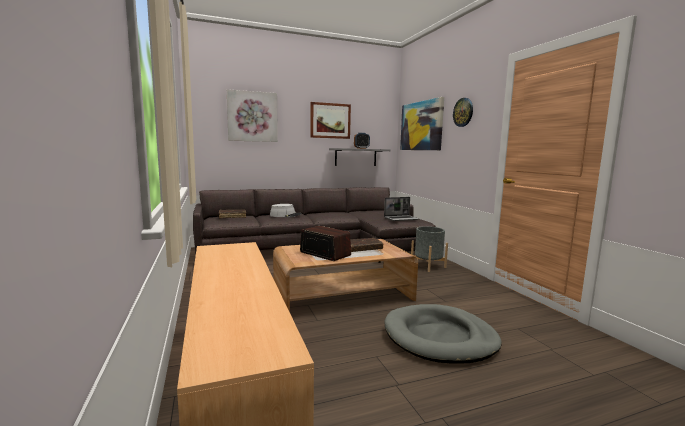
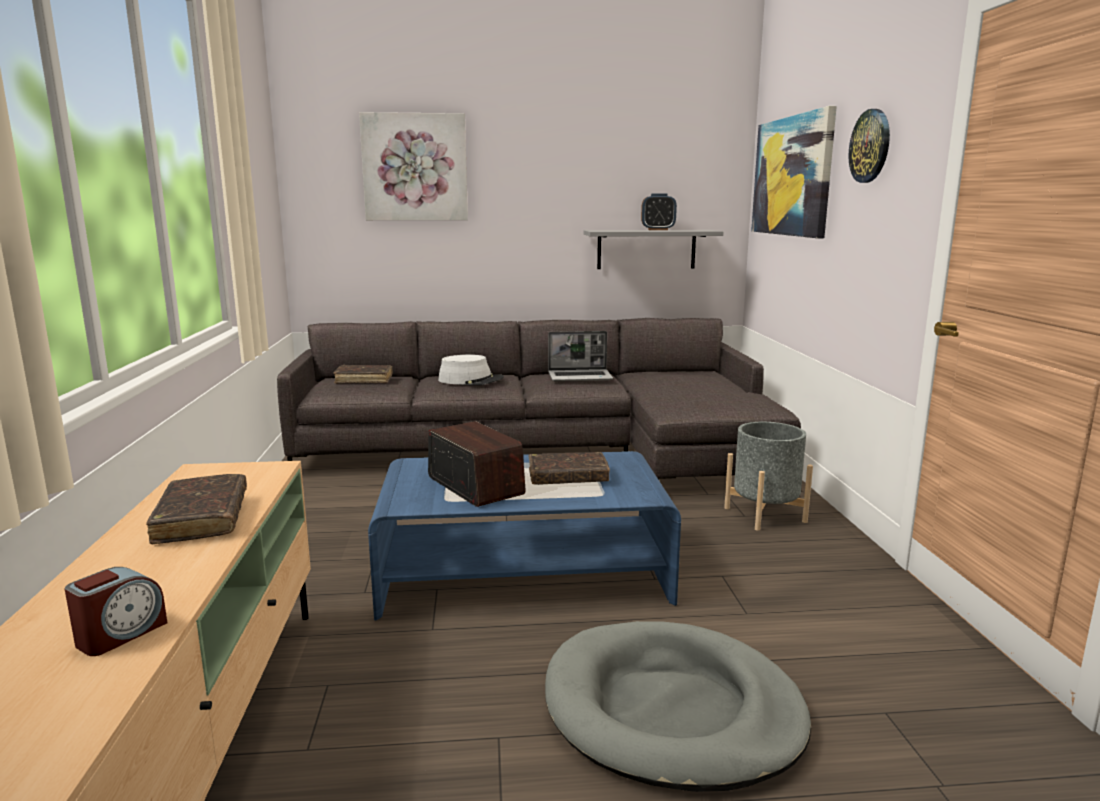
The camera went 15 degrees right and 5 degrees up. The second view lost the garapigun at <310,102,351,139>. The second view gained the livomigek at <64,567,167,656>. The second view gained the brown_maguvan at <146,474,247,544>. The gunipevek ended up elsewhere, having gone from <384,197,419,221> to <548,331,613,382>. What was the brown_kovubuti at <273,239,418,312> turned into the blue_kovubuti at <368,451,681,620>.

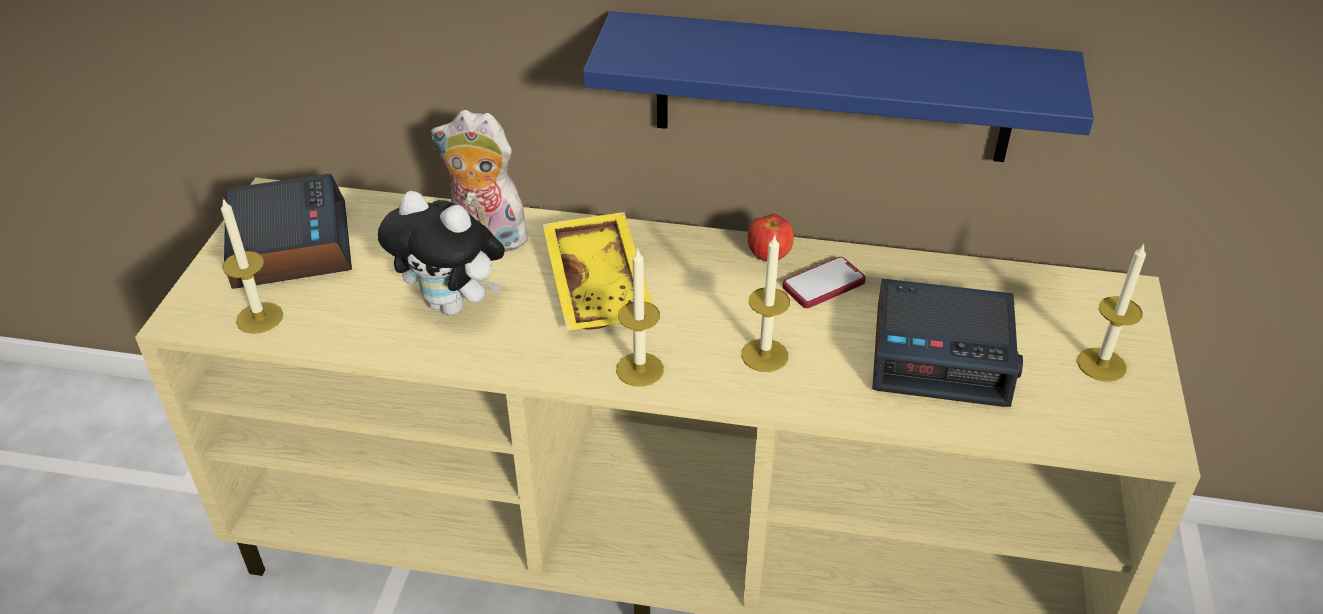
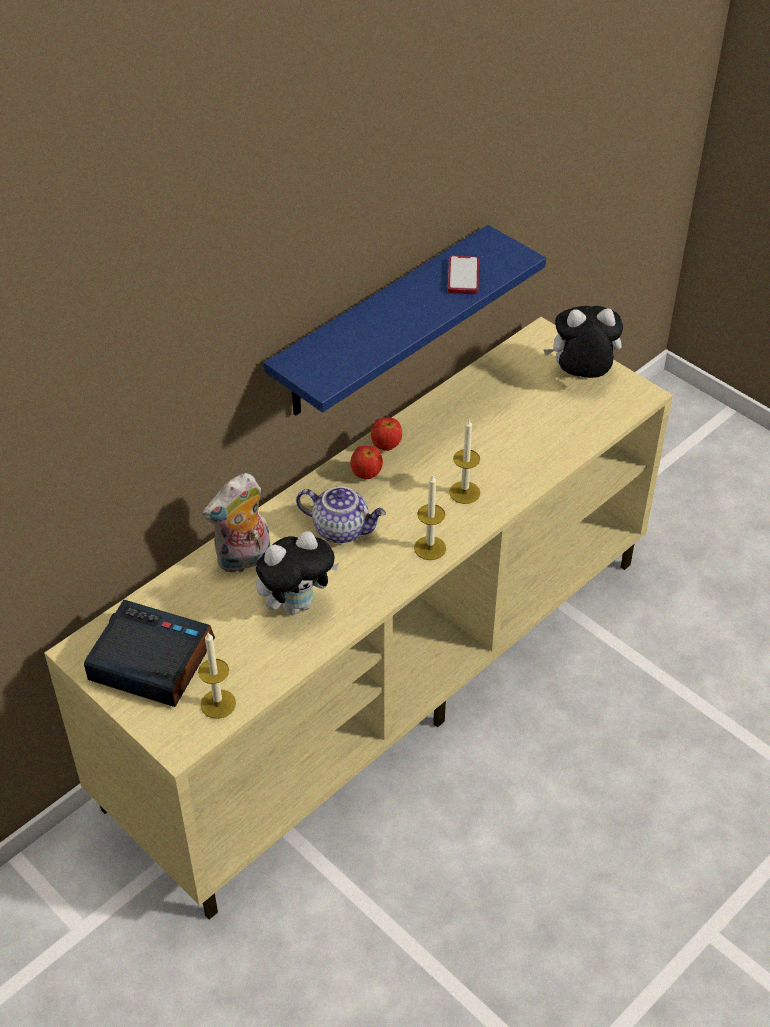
The camera went 55 degrees left and 5 degrees up. The second view lost the livomigek at <872,279,1023,407>. The second view gained the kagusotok at <350,446,383,480>. The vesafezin ended up elsewhere, having gone from <783,257,866,308> to <448,256,479,294>. Where the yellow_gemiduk stood at <543,212,652,331>, the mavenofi came to stand at <296,486,386,543>. Where the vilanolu stood at <1077,243,1146,382>, the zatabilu came to stand at <543,306,623,378>.

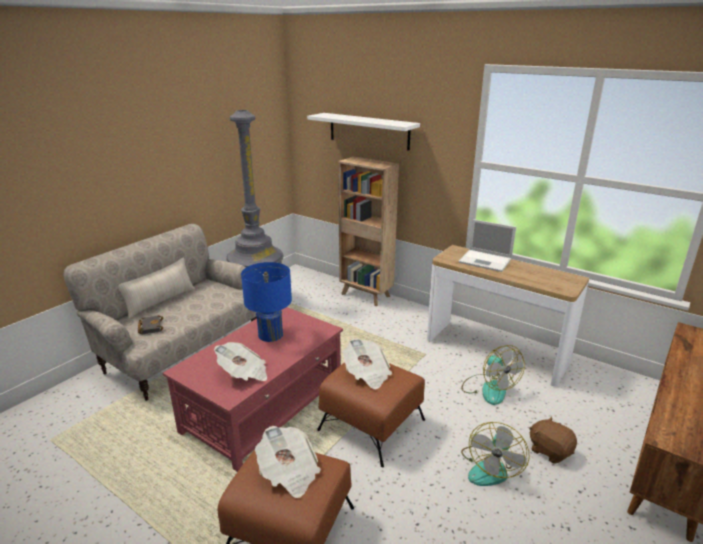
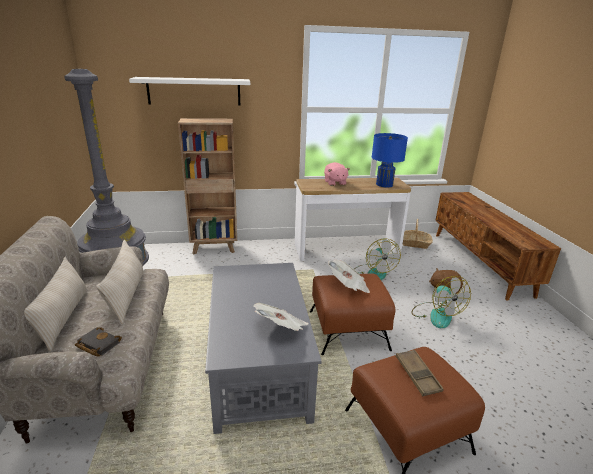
The camera went 45 degrees left and 0 degrees up. The second view gained the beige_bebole at <96,240,144,324>. The second view gained the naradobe at <402,219,433,249>. The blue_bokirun ended up elsewhere, having gone from <241,262,292,342> to <372,133,408,187>. Where the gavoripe stood at <255,426,321,498>, the brown_gemiduk came to stand at <396,350,444,396>. Where the gunipevek stood at <458,219,516,272>, the pink_zatabilu came to stand at <324,162,350,186>. What was the red_kovubuti at <163,307,343,472> turned into the grey_kovubuti at <205,263,322,434>. The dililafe at <461,345,525,405> ended up facing another way, 60 degrees clockwise from before.

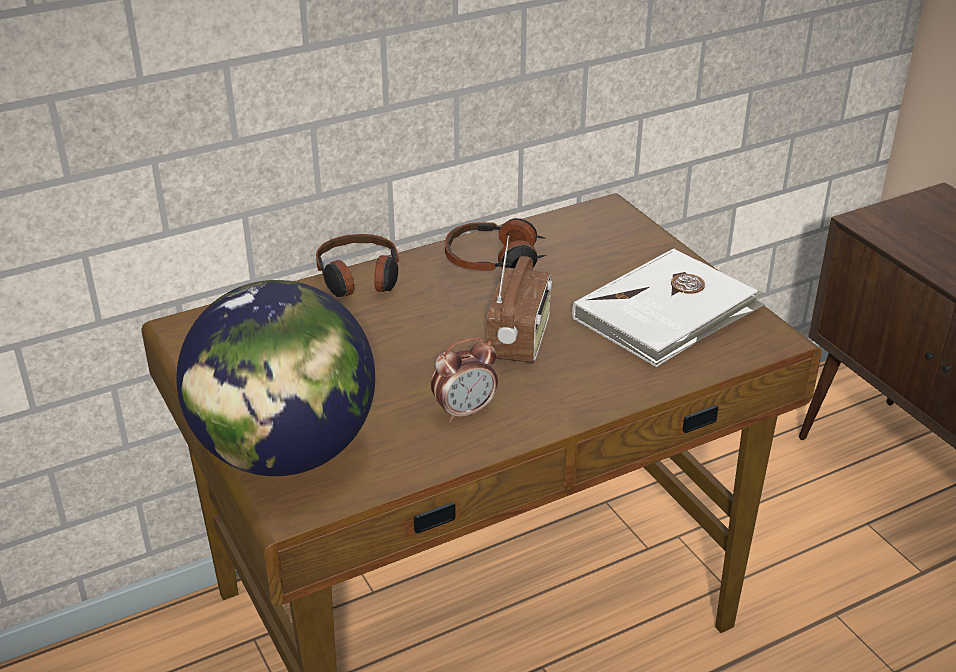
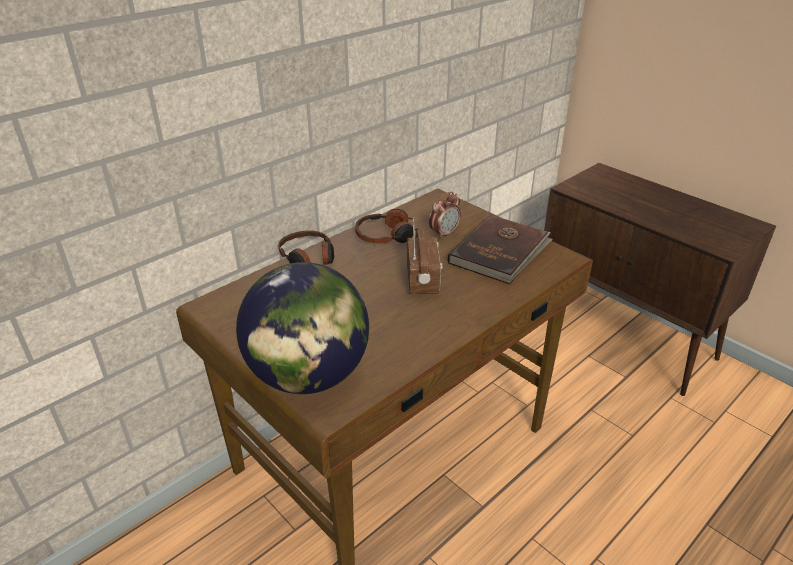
The camera went 15 degrees left and 0 degrees up. The livomigek ended up elsewhere, having gone from <431,337,498,422> to <429,192,461,239>. What was the white_maguvan at <572,249,765,367> turned into the brown_maguvan at <448,215,553,284>.

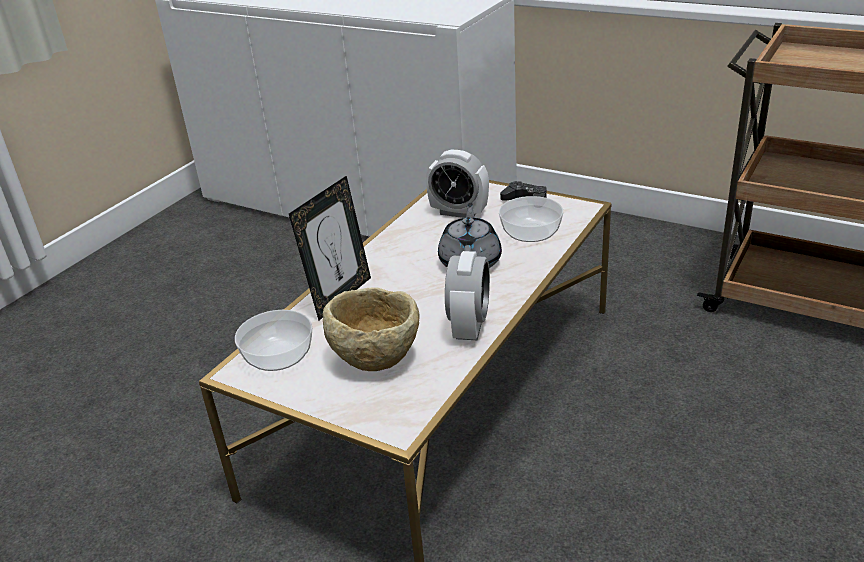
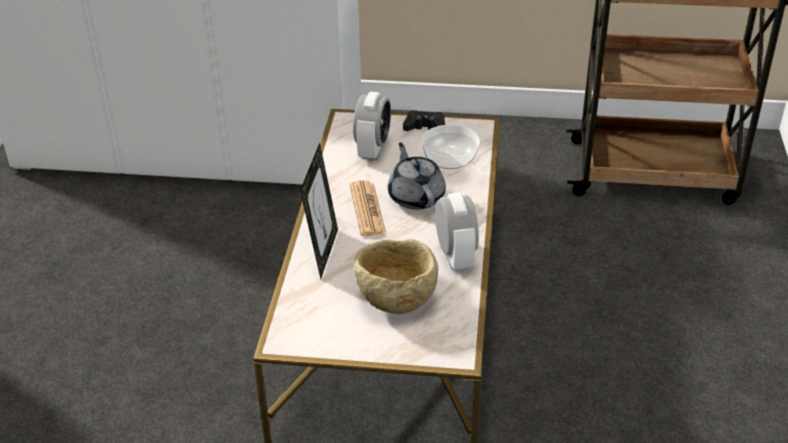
The camera went 25 degrees left and 5 degrees up. The second view lost the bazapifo at <235,310,312,371>. The second view gained the gavoripe at <350,180,386,236>. The livomigek at <426,150,489,218> ended up facing another way, 75 degrees counterclockwise from before.

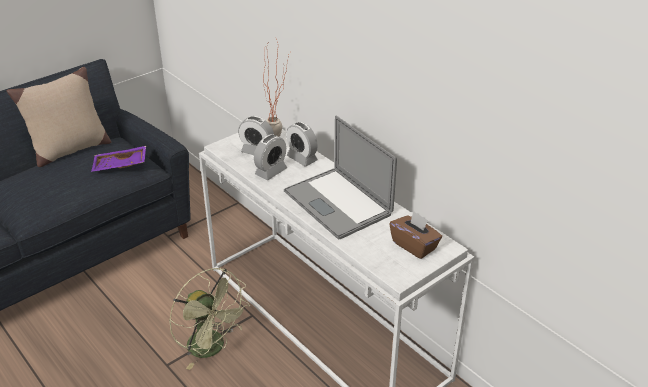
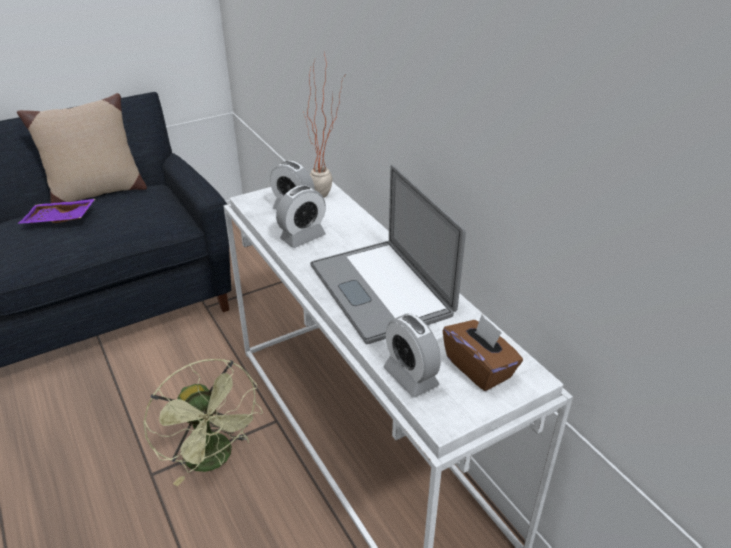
The camera went 10 degrees right and 0 degrees up. The purple_gemiduk ended up elsewhere, having gone from <91,146,146,172> to <18,199,95,224>. The livomigek ended up elsewhere, having gone from <286,122,318,166> to <384,313,441,398>.

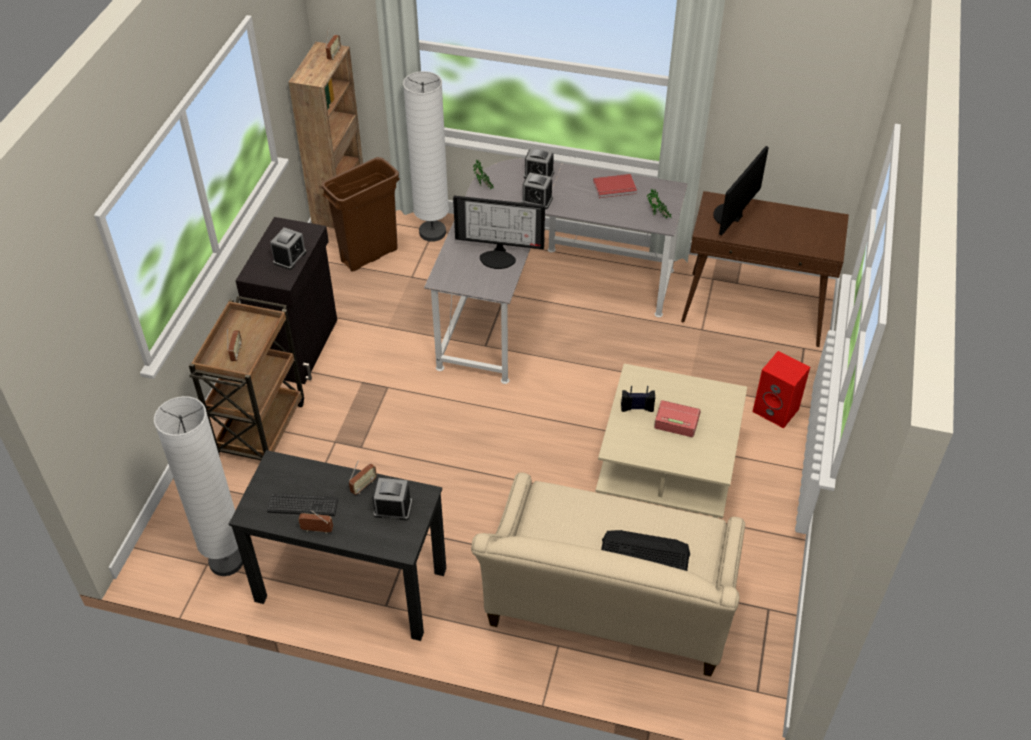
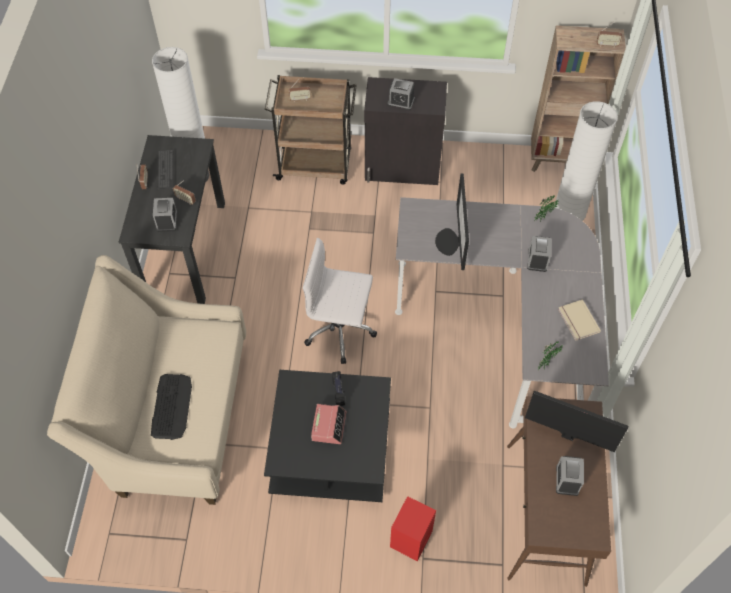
The camera went 80 degrees right and 10 degrees up. The second view lost the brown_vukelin at <322,157,400,272>. The second view gained the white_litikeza at <303,238,377,364>. The livomigek ended up elsewhere, having gone from <523,147,554,179> to <556,456,584,496>. What was the red_maguvan at <593,174,637,198> turned into the beige_maguvan at <558,299,601,341>. What was the beige_kovubuti at <595,364,747,518> turned into the black_kovubuti at <264,370,391,502>.

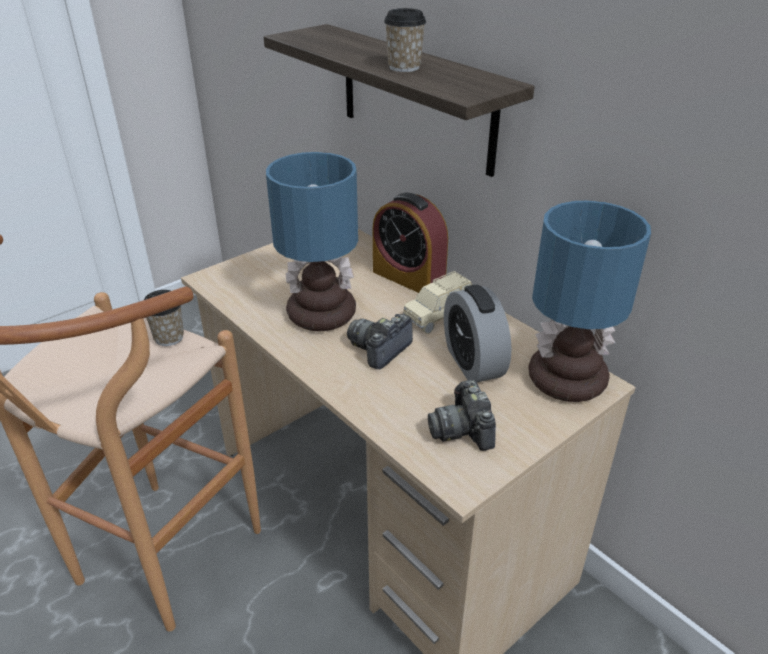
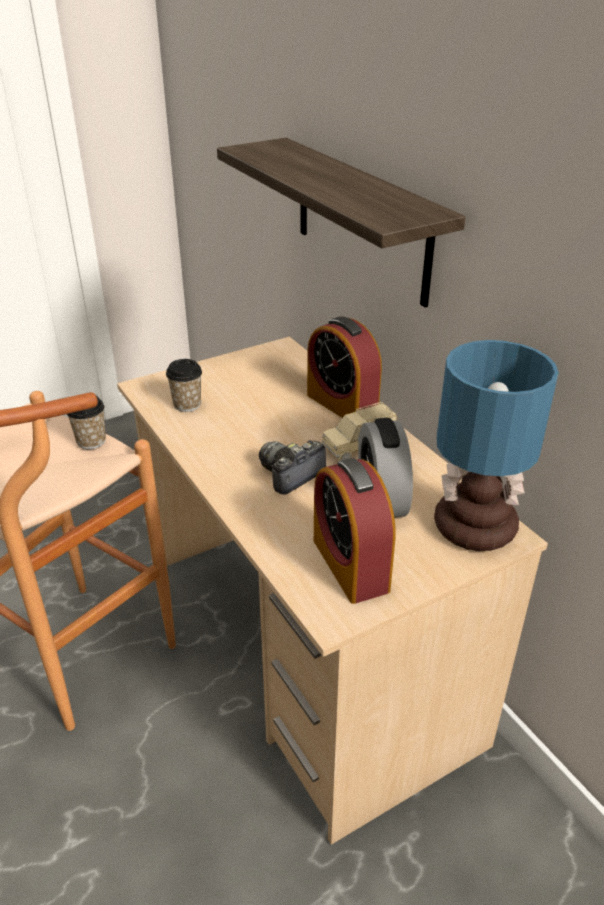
The camera went 10 degrees right and 0 degrees up. The second view lost the bokirun at <266,152,358,331>. The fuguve ended up elsewhere, having gone from <384,8,426,72> to <166,359,202,412>. Where the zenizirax stood at <428,380,496,451>, the livomigek came to stand at <314,458,396,604>.

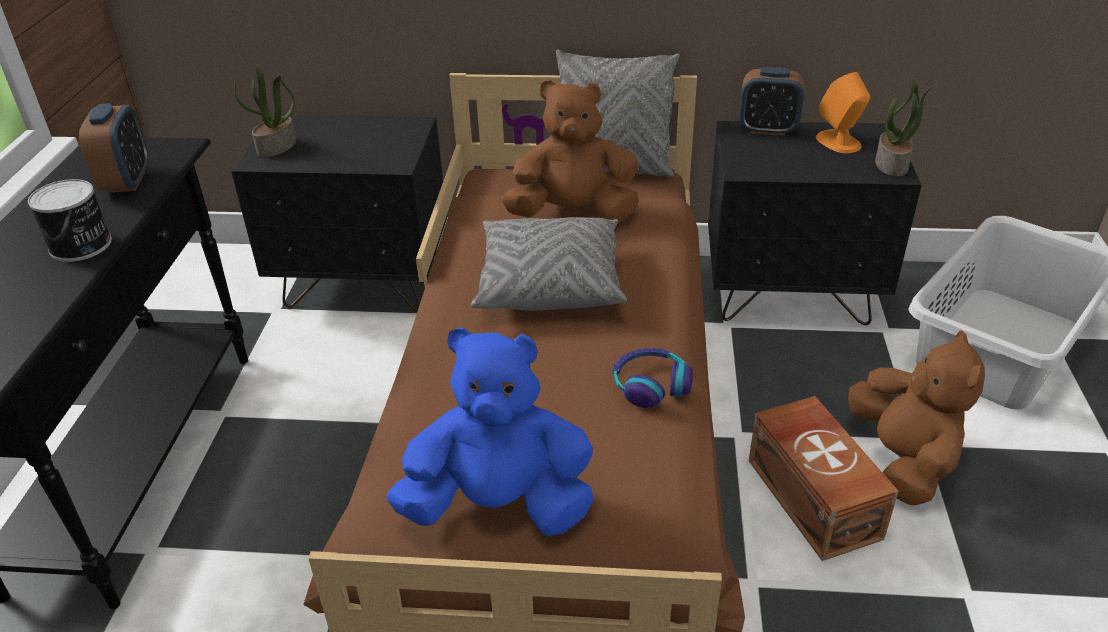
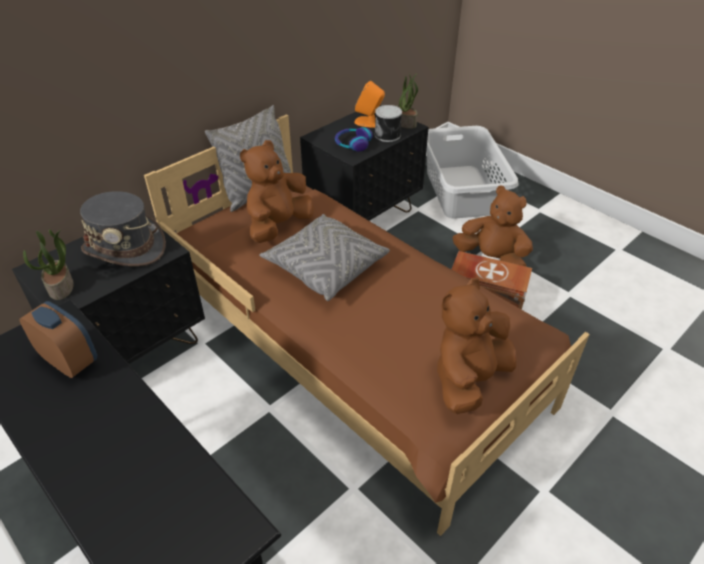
The camera went 50 degrees left and 5 degrees up. The second view lost the livomigek at <739,67,804,136>. The second view gained the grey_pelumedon at <80,191,166,266>. The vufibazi ended up elsewhere, having gone from <28,179,112,262> to <375,105,402,142>. The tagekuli ended up elsewhere, having gone from <613,348,693,408> to <335,127,373,152>. What was the blue_zatabilu at <387,327,594,536> turned into the brown_zatabilu at <437,278,516,414>.

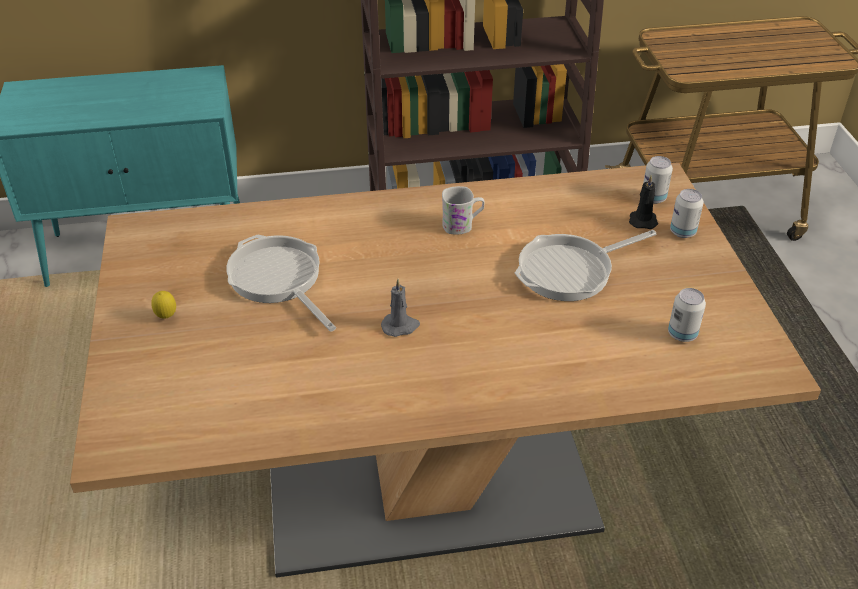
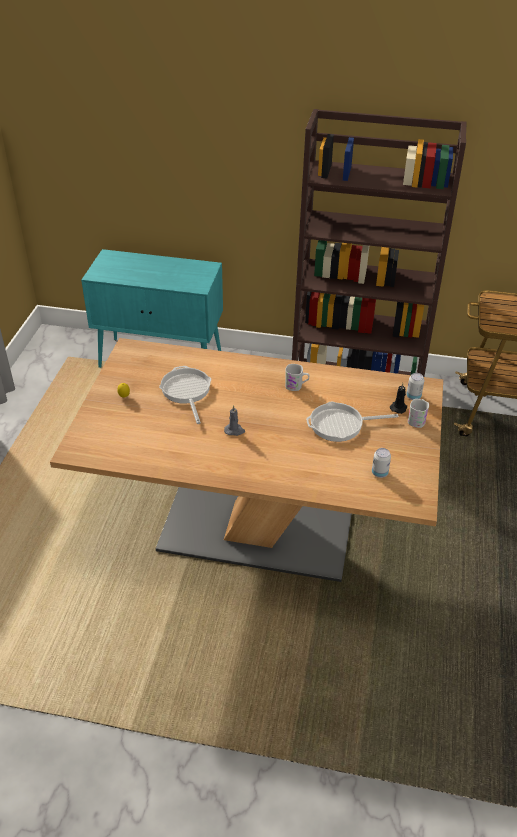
The camera went 20 degrees right and 0 degrees up. Where the vufibazi stood at <670,189,704,238>, the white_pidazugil came to stand at <408,399,429,428>.

